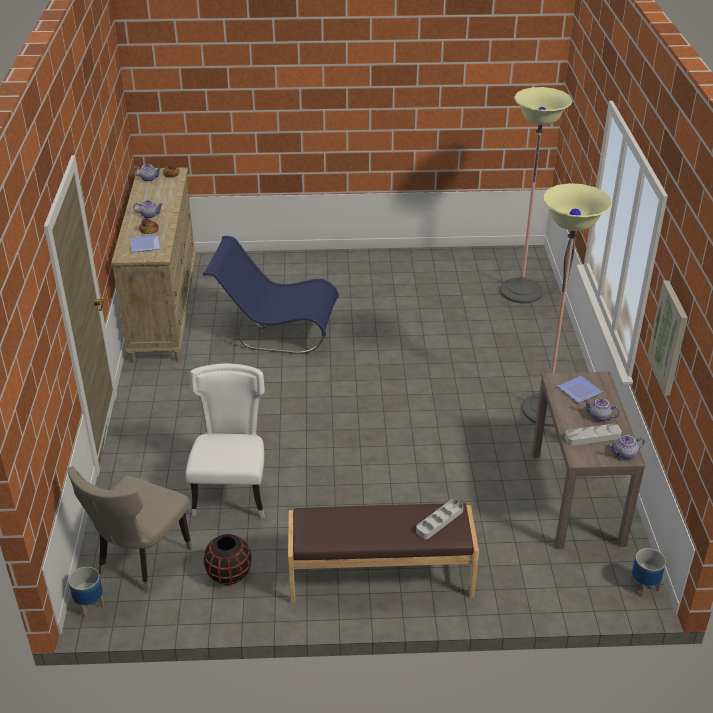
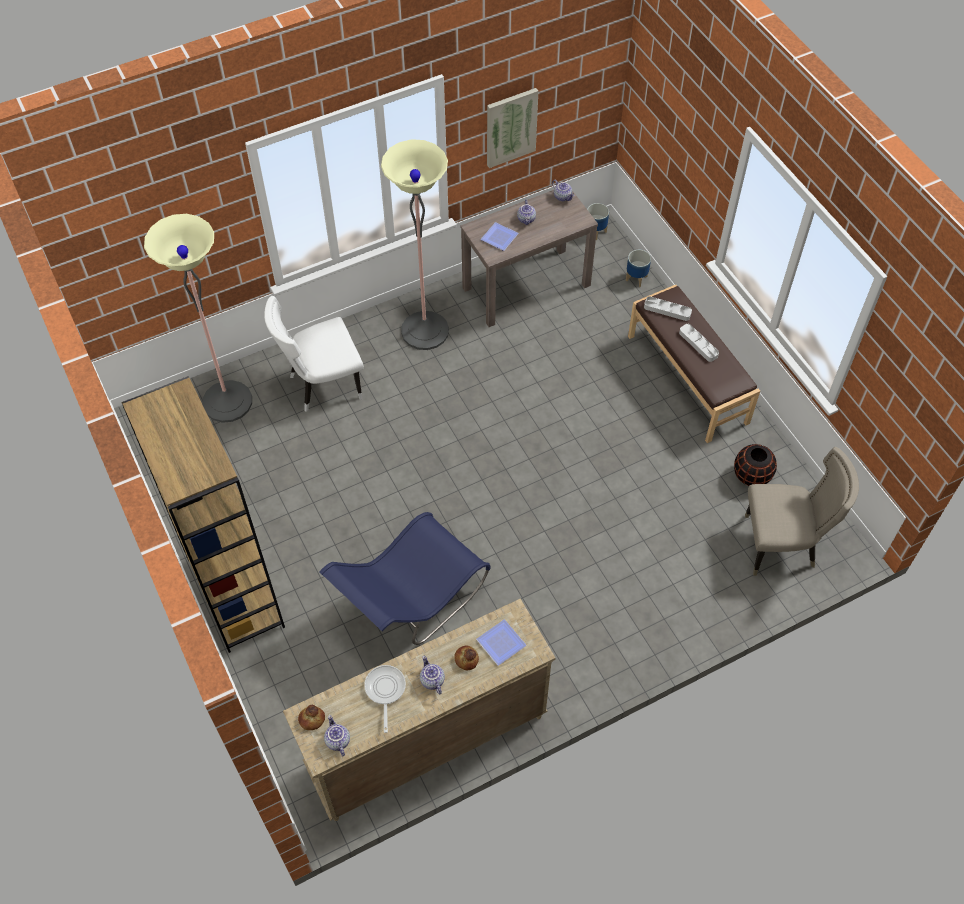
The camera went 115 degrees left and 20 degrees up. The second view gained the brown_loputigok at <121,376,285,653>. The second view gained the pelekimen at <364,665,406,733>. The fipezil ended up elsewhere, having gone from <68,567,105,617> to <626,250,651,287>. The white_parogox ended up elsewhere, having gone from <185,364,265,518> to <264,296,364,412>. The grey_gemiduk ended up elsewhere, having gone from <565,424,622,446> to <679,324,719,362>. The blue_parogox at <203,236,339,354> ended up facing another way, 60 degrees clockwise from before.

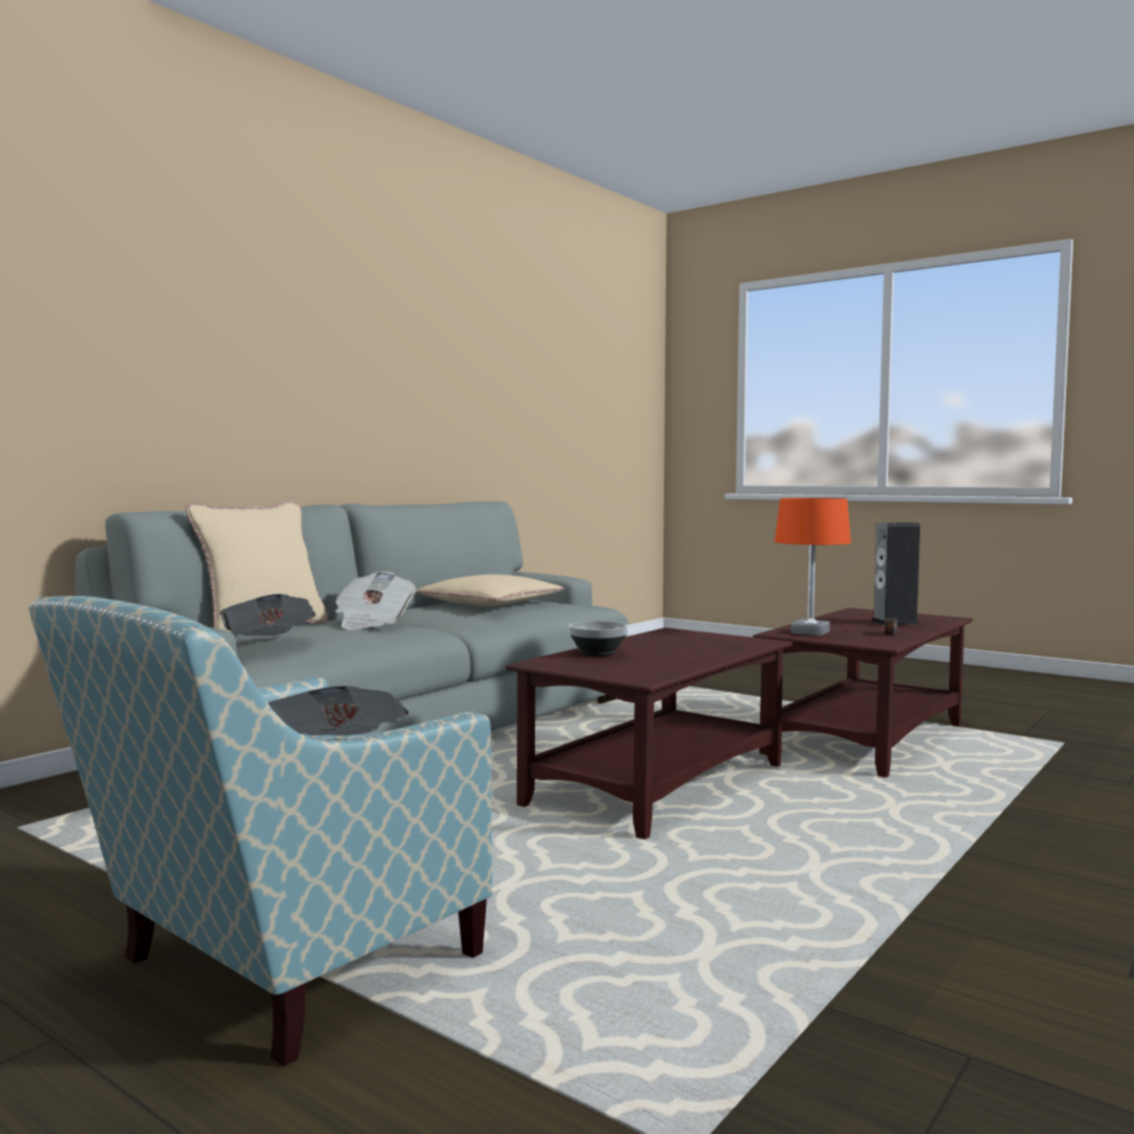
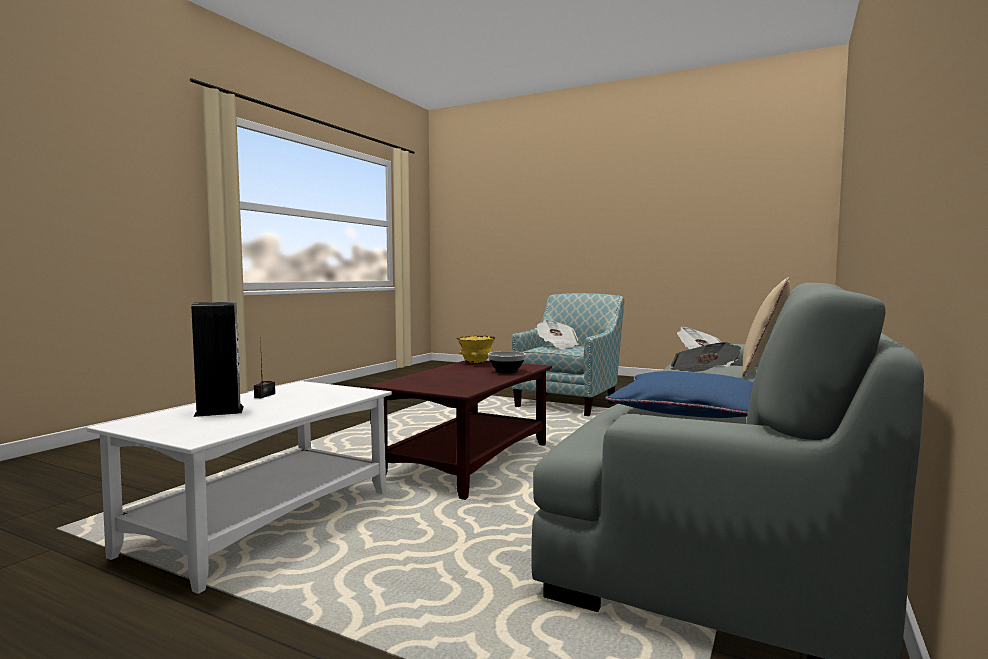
The camera went 170 degrees right and 0 degrees up. The second view lost the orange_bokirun at <775,498,851,636>. The second view gained the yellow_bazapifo at <457,336,495,364>. What was the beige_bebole at <416,574,564,606> turned into the blue_bebole at <606,371,753,418>. What was the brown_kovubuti at <753,608,973,778> turned into the white_kovubuti at <87,381,392,594>.

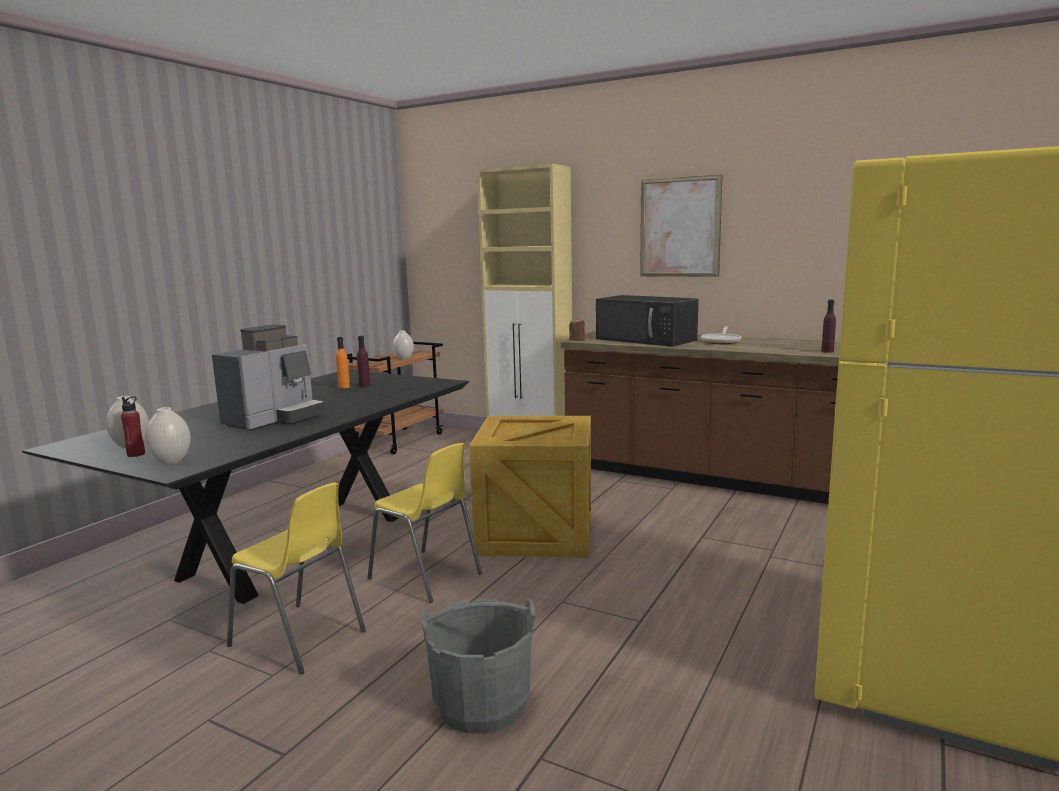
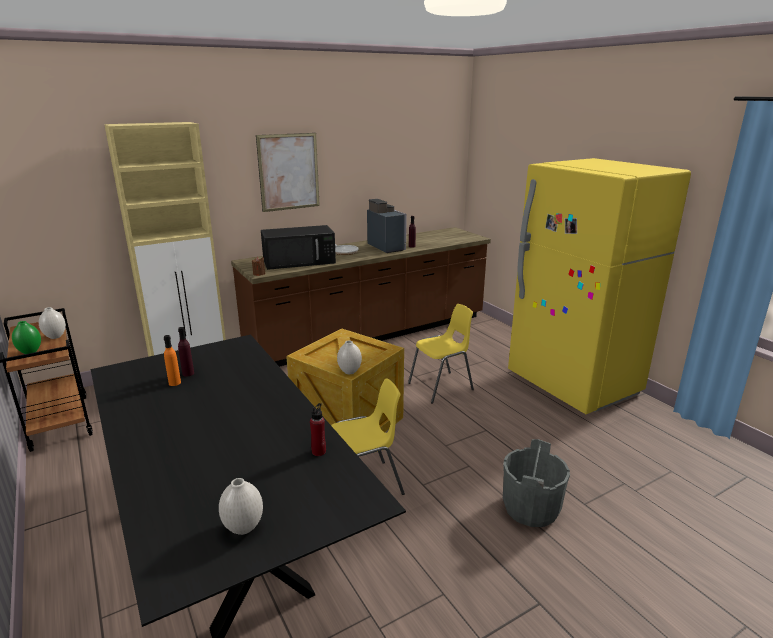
The camera went 60 degrees left and 10 degrees up. The second view gained the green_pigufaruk at <12,321,41,354>. The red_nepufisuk ended up elsewhere, having gone from <121,396,145,457> to <310,403,326,456>. The white_pigufaruk ended up elsewhere, having gone from <145,407,191,464> to <337,340,362,374>. The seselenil ended up elsewhere, having gone from <212,324,325,431> to <367,199,407,253>. The yellow_parogox ended up elsewhere, having gone from <227,482,366,675> to <408,304,474,404>.

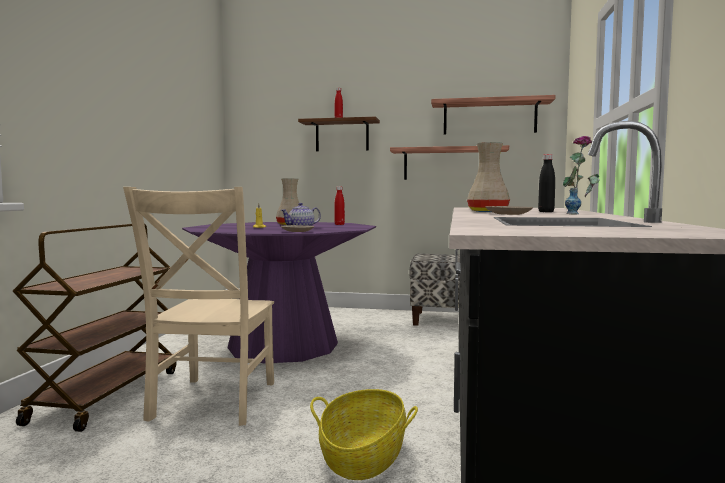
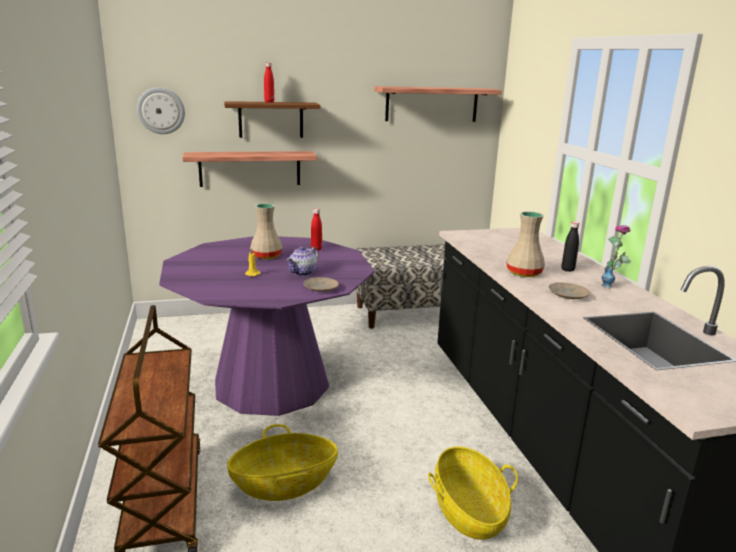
The camera went 25 degrees left and 15 degrees up. The second view gained the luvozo at <137,87,185,134>. The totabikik ended up elsewhere, having gone from <390,145,509,180> to <182,151,317,187>. Where the beige_parogox stood at <123,187,274,426>, the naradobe came to stand at <227,424,338,501>.

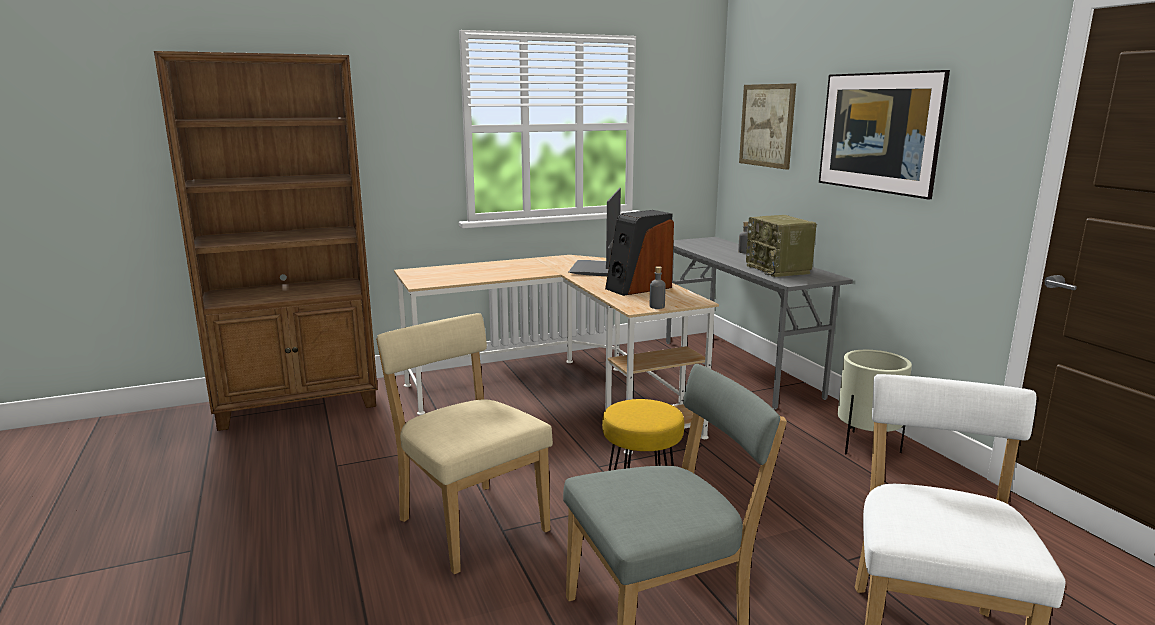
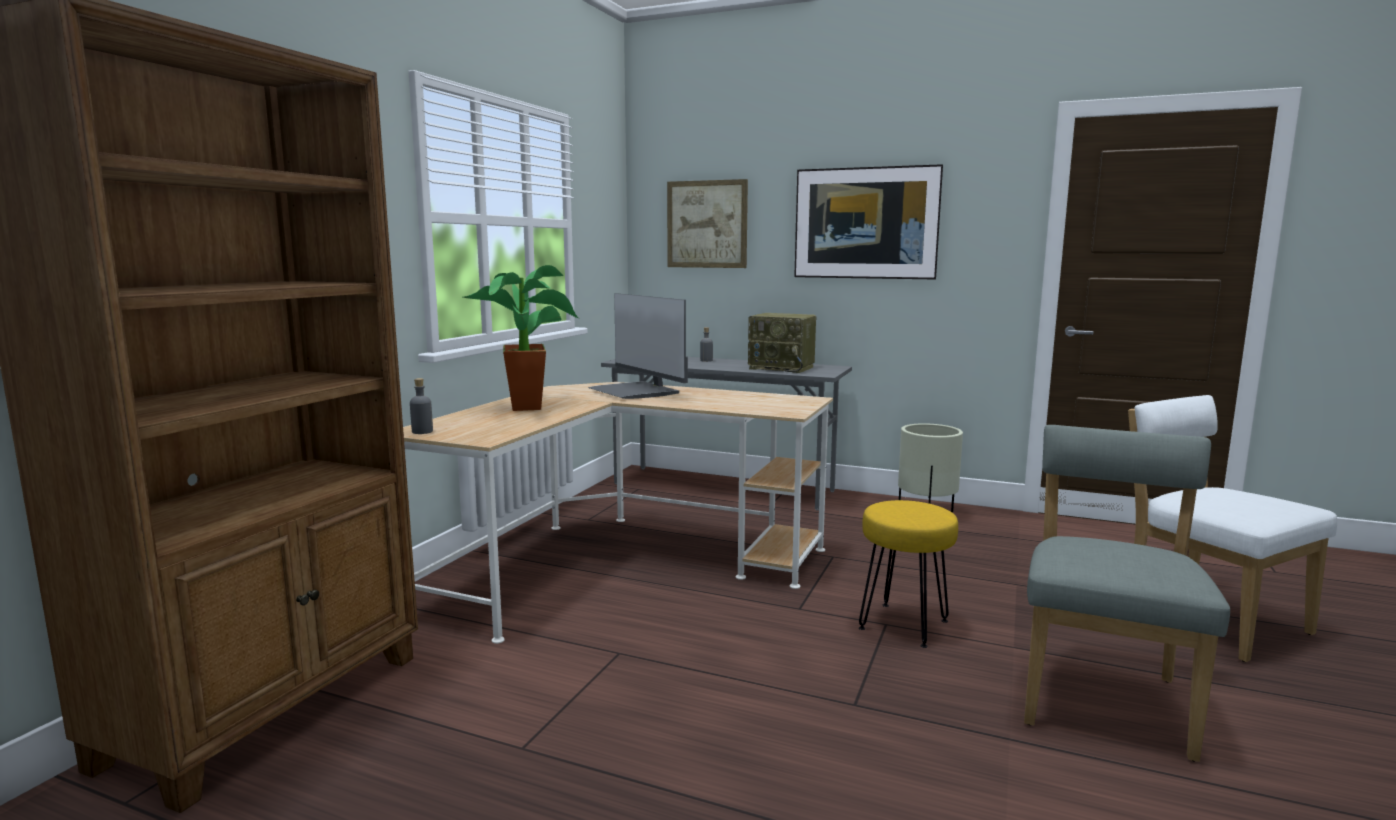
The camera went 45 degrees left and 5 degrees down. The second view lost the beige_parogox at <376,313,553,574>. The second view lost the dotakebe at <605,210,674,296>. The second view gained the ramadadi at <463,265,579,411>. The grey_nepufisuk ended up elsewhere, having gone from <650,266,666,309> to <410,378,433,434>.

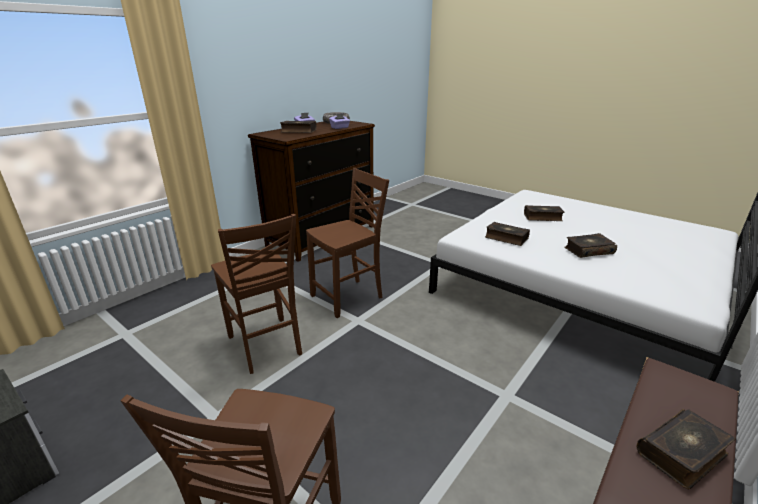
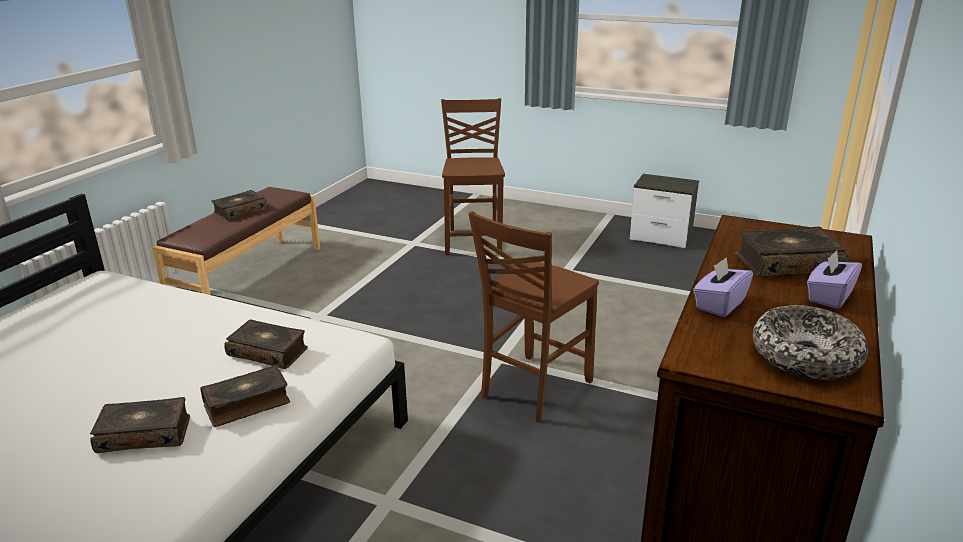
The camera went 165 degrees right and 0 degrees up. The second view lost the brown_parogox at <211,214,302,374>. The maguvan ended up elsewhere, having gone from <565,233,617,258> to <200,365,290,427>.

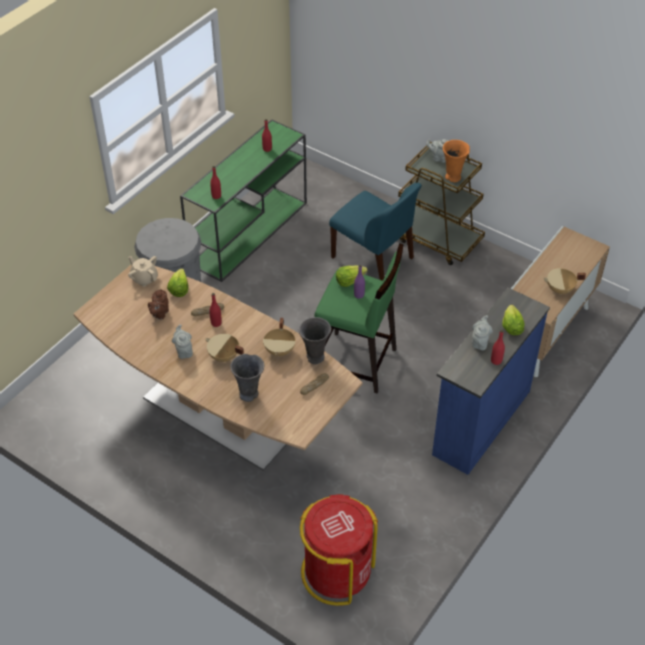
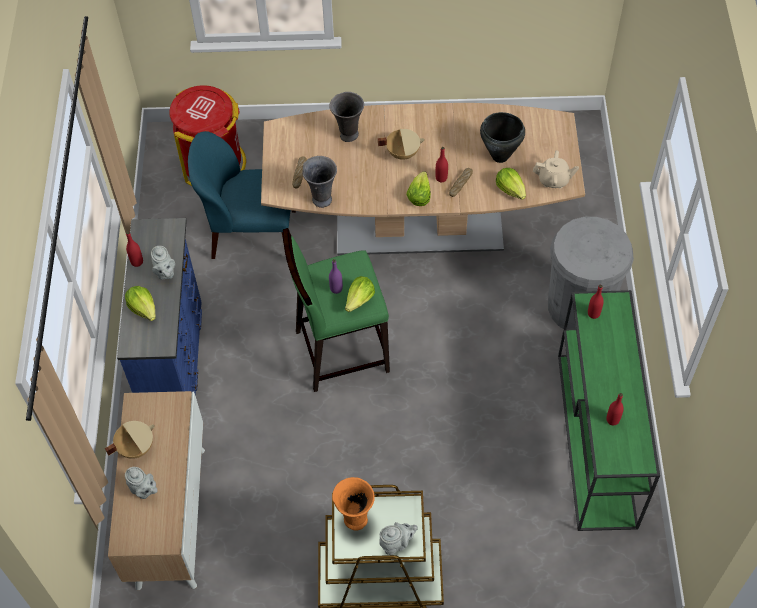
The camera went 145 degrees right and 10 degrees up. The second view lost the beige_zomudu at <263,318,296,357>. The second view gained the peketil at <406,171,431,206>. The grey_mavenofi ended up elsewhere, having gone from <172,324,193,359> to <125,467,158,499>. The blue_parogox ended up elsewhere, having gone from <329,182,422,281> to <188,131,296,259>. Where the brown_mavenofi stood at <148,289,169,320>, the black_zomudu came to stand at <480,112,525,163>.

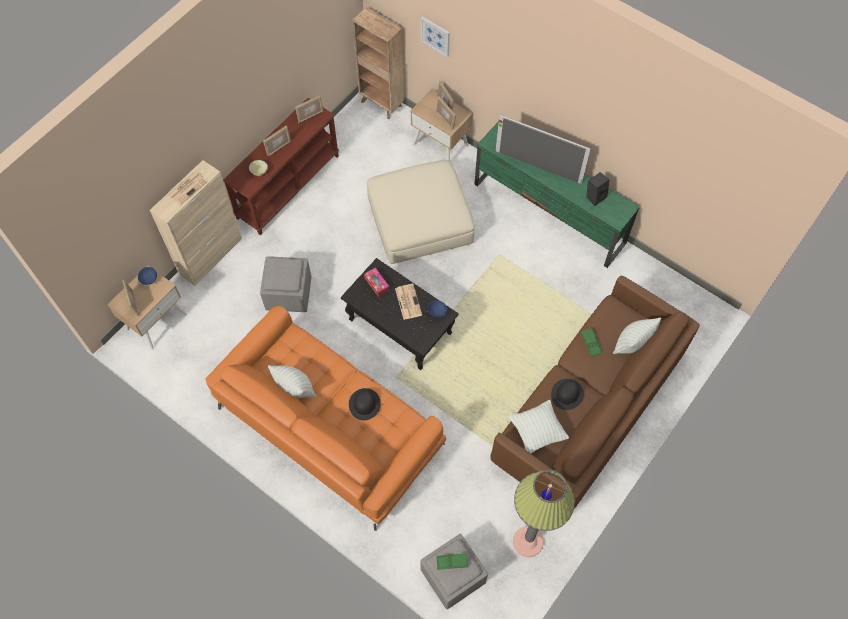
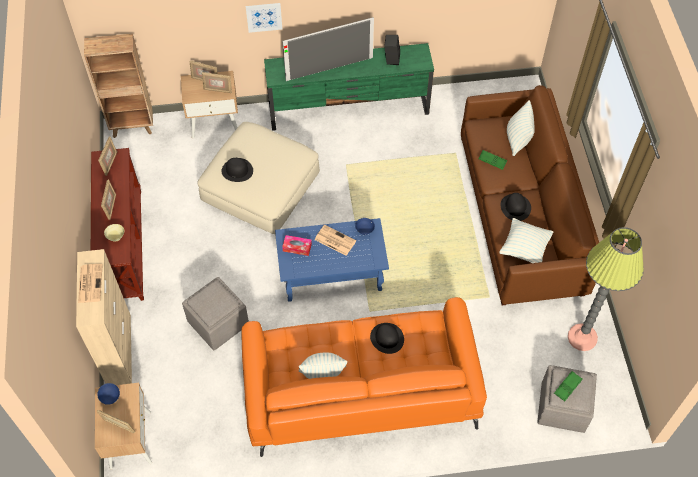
The camera went 45 degrees left and 5 degrees down. The second view gained the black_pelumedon at <222,158,253,182>. The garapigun ended up elsewhere, having gone from <421,16,450,57> to <246,3,282,33>. What was the black_kovubuti at <341,258,459,370> turned into the blue_kovubuti at <275,218,389,302>.

